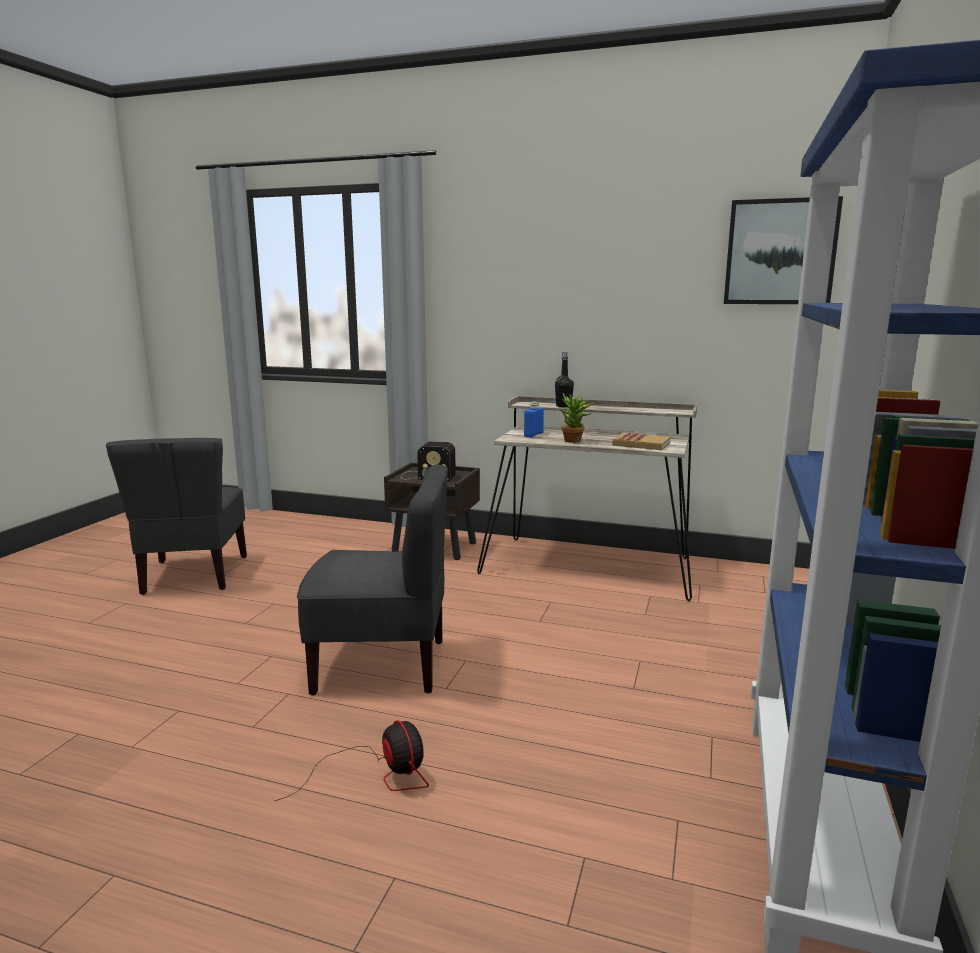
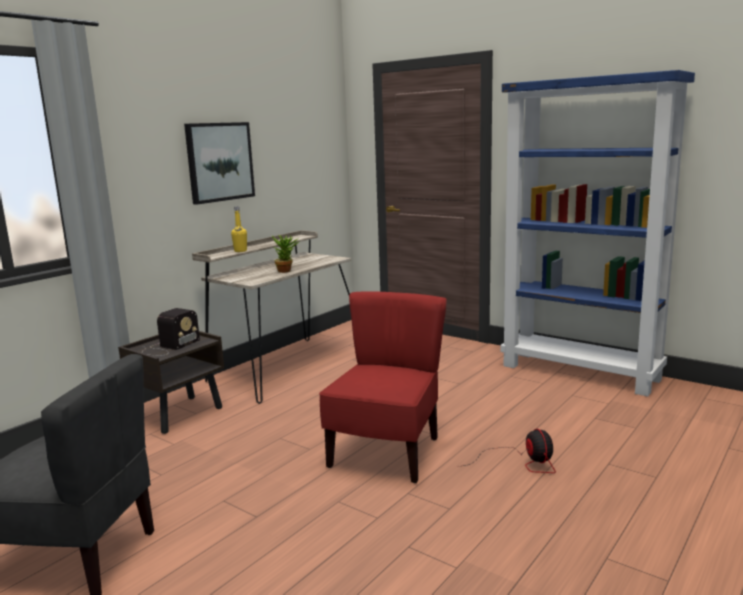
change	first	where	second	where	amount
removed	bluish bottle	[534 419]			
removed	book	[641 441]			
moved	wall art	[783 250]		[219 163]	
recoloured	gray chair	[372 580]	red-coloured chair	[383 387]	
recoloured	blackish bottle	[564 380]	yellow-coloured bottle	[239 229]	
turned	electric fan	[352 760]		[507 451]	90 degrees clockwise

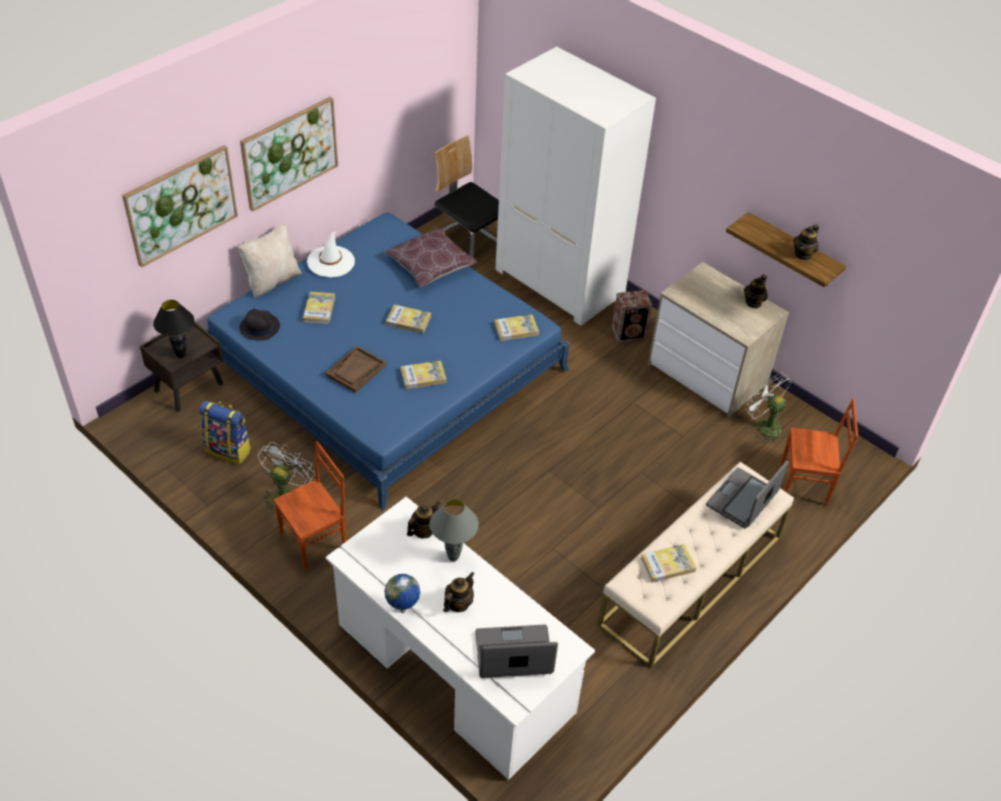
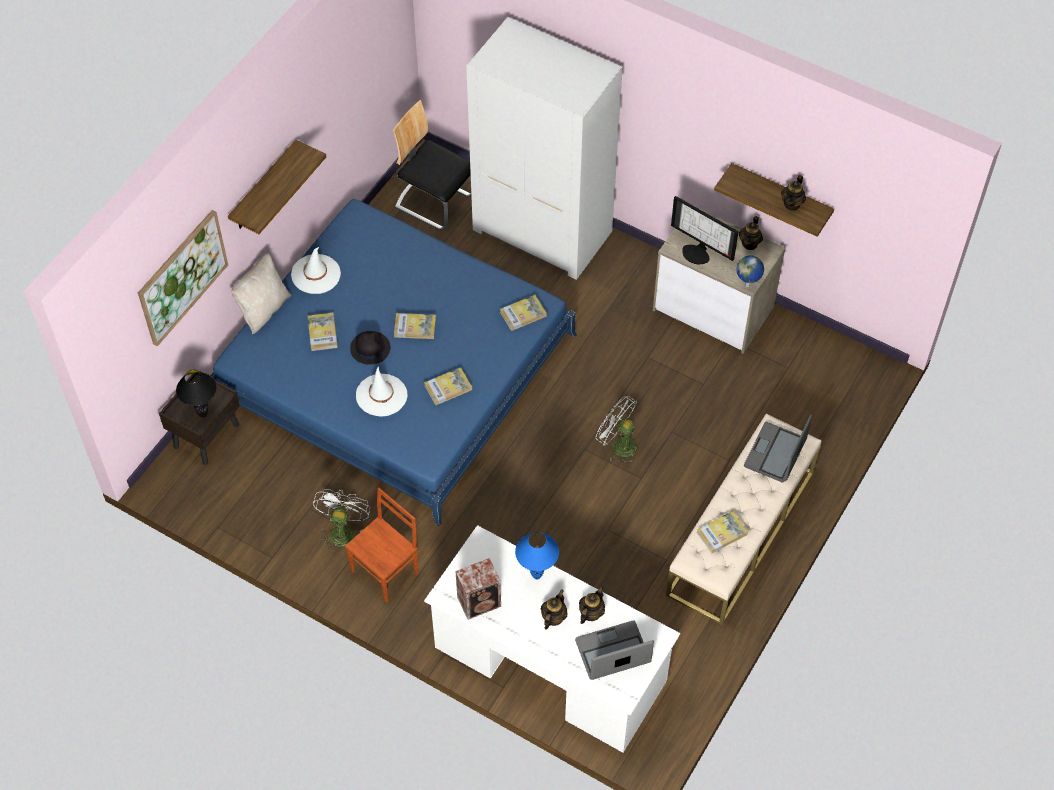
change	first	where	second	where	amount
removed	backpack	[225 433]			
removed	brown-coloured throw pillow	[431 257]			
removed	brown-coloured chair	[819 452]			
added			monitor	[704 230]	
moved	blackish clothing hat	[259 325]		[370 348]	
moved	world globe	[402 593]		[750 271]	
moved	teapot	[423 519]		[592 605]	
moved	loudspeaker	[632 316]		[478 589]	
moved	white-coloured electric fan	[768 407]		[617 430]	
replaced	wall art	[289 154]	bracket shelf	[277 187]	
replaced	brown-coloured carrying tray	[355 369]	white-coloured clothing hat	[381 391]	
recoloured	gray lamp for a table	[454 530]	bluish lamp for a table	[537 555]	

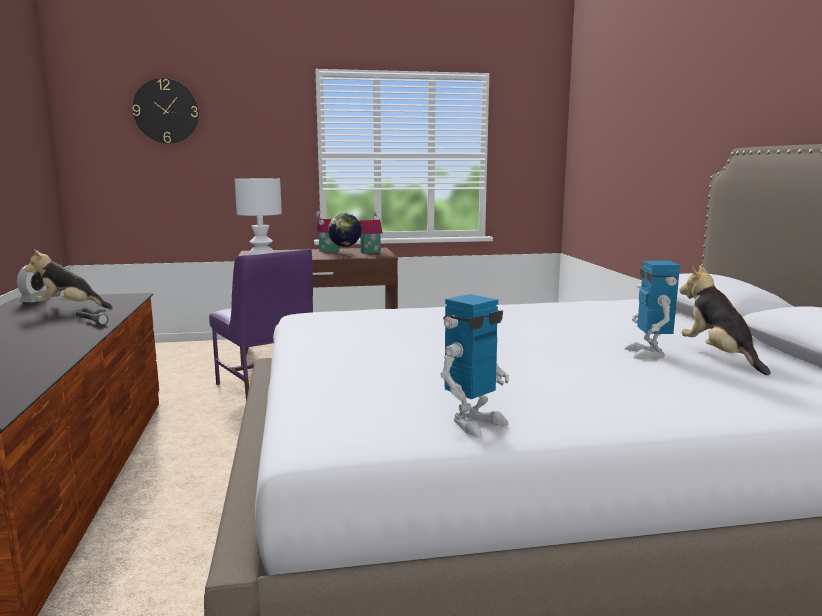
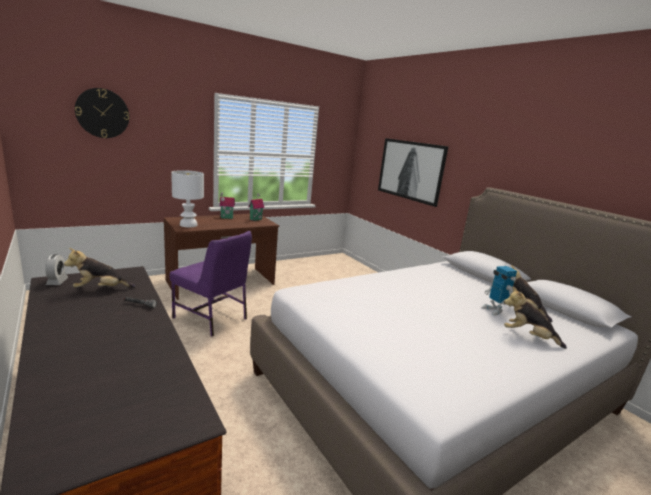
change	first	where	second	where	amount
removed	world globe	[345 235]			
removed	toy robot	[475 365]			
added			wall art	[413 172]	
added			plush toy	[535 318]	

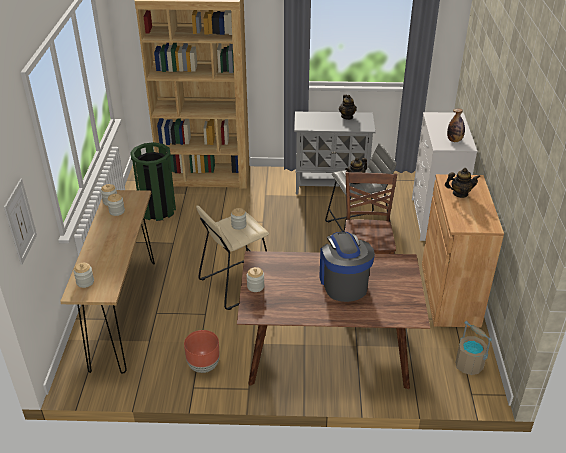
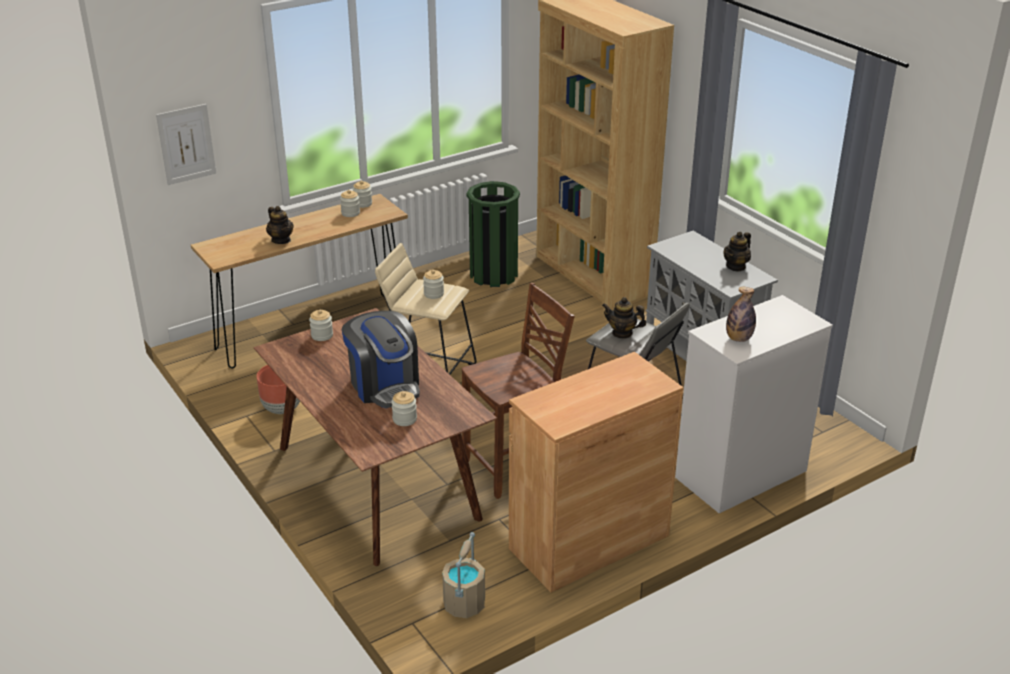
change	first	where	second	where	amount
moved	jar	[83 275]		[404 408]	
moved	teapot	[463 183]		[280 225]	
turned	coffee brewer	[347 267]		[381 359]	105 degrees clockwise

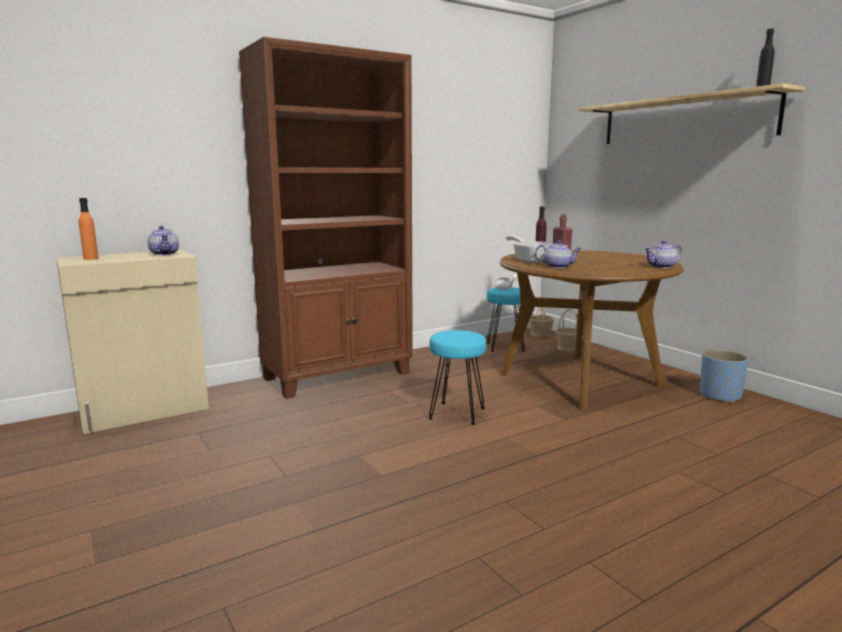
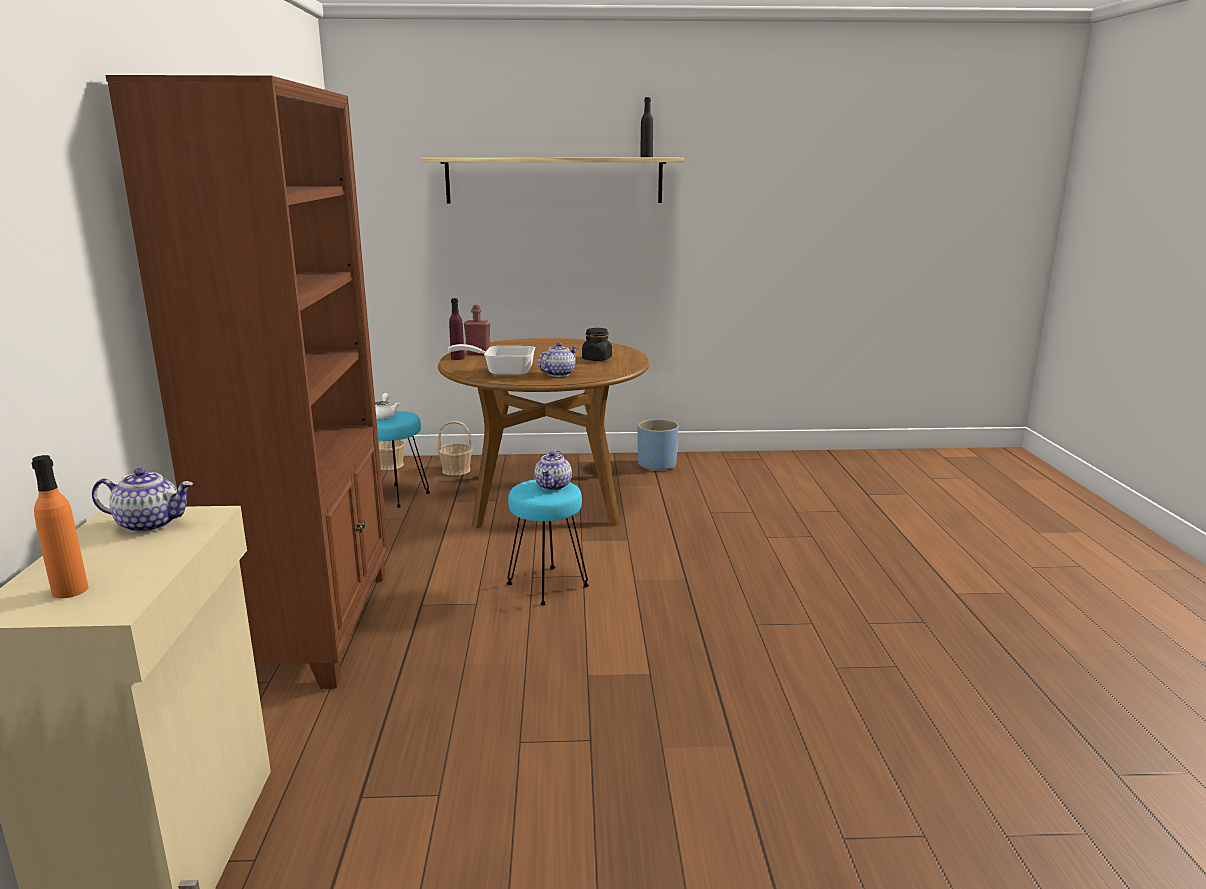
change	first	where	second	where	amount
added			blackish jar	[597 344]	
moved	teapot	[663 254]		[553 470]	

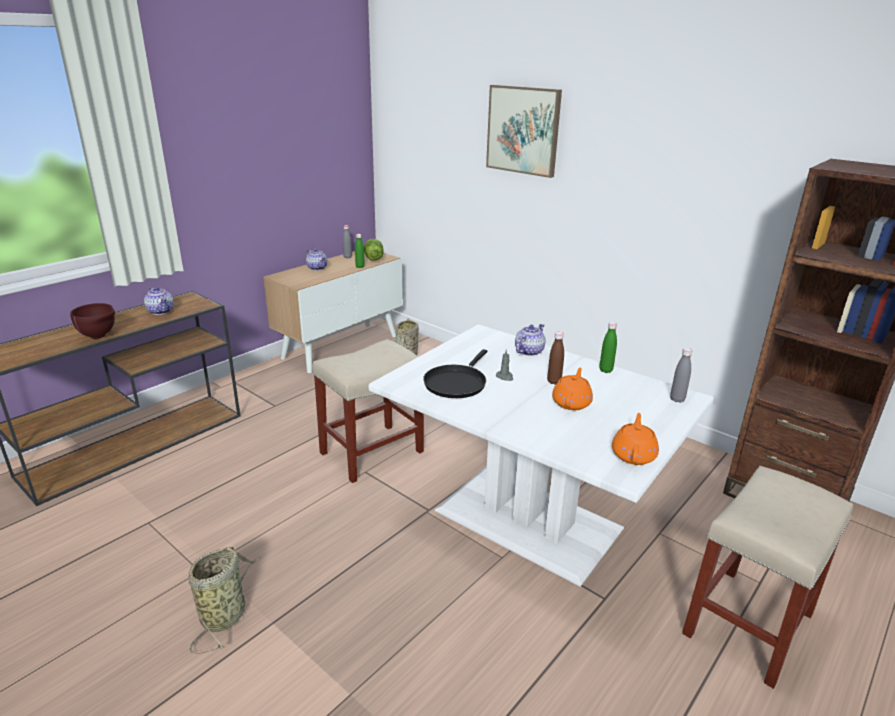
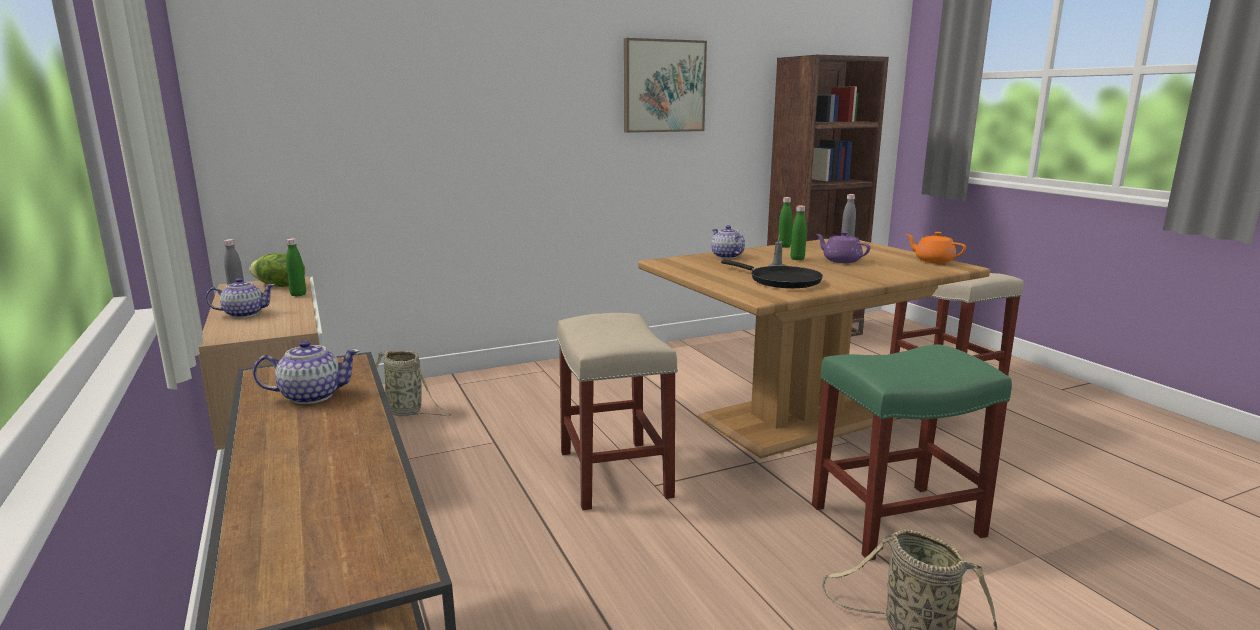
change	first	where	second	where	amount
removed	brown-coloured deep dish	[92 321]			
added			green stool seat	[912 452]	
moved	wall art	[524 131]		[665 85]	
recoloured	white-coloured dinner table	[541 456]	brown-coloured dinner table	[814 349]	
recoloured	brown-coloured bottle	[555 358]	green bottle	[798 232]	
recoloured	orangey teapot	[572 389]	purple-coloured teapot	[843 247]	

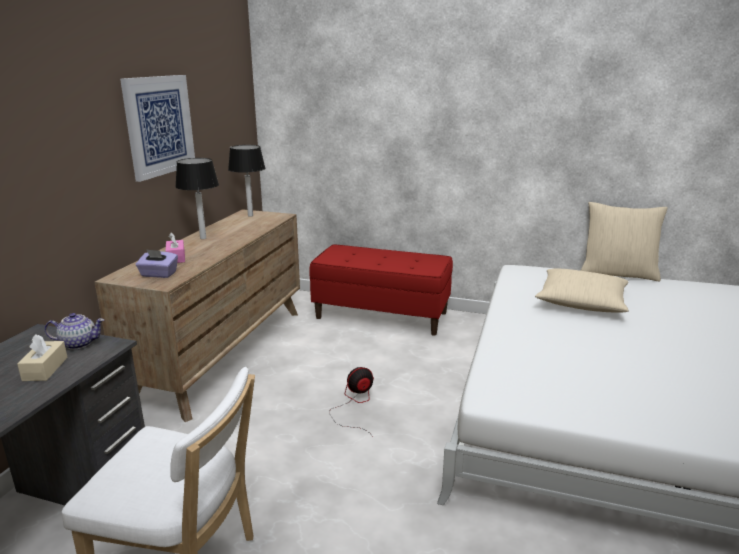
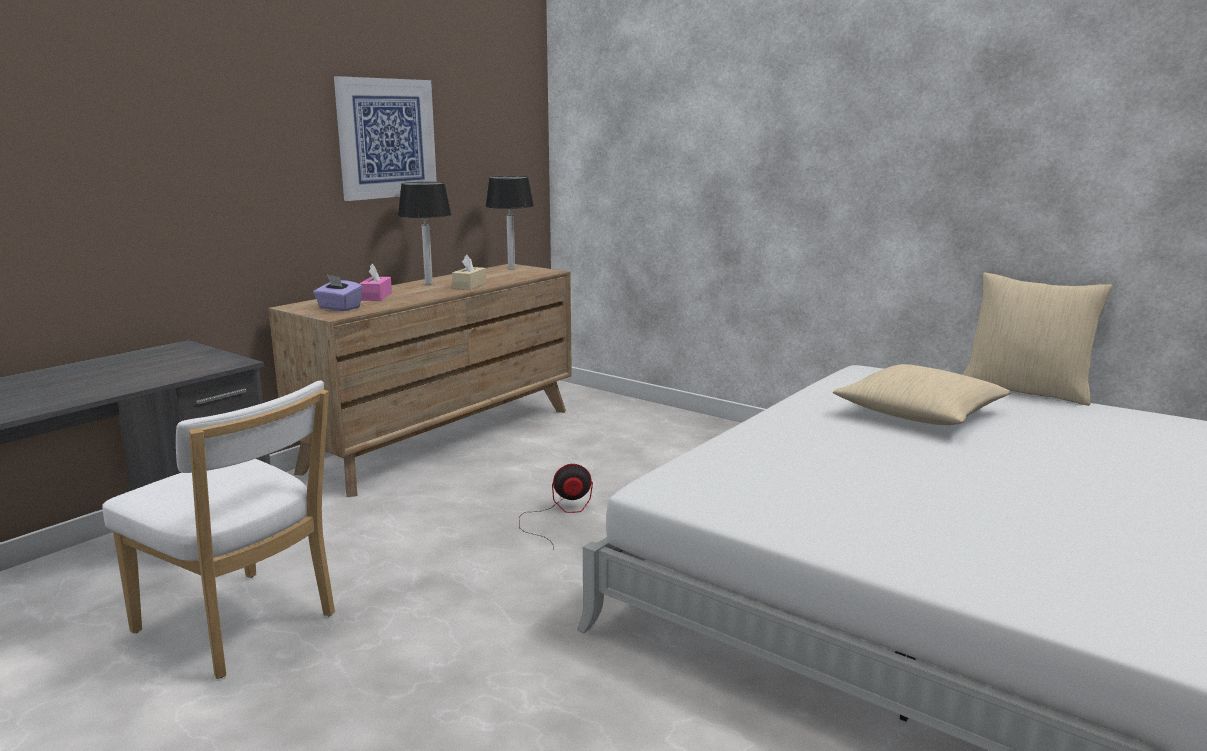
change	first	where	second	where	amount
removed	teapot	[75 331]			
removed	red-coloured bench	[381 290]			
moved	beige tissue holder	[42 357]		[469 272]	

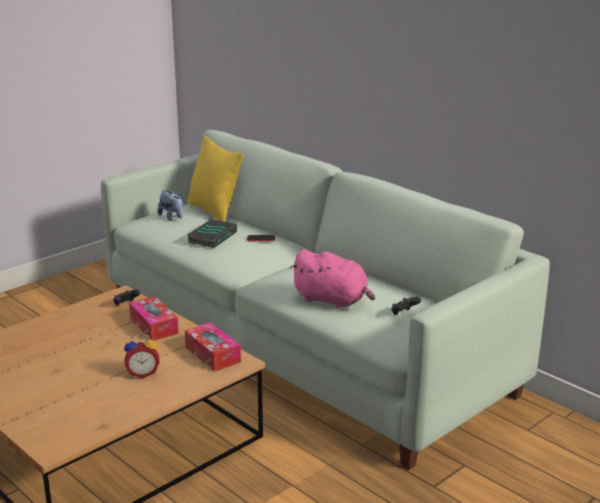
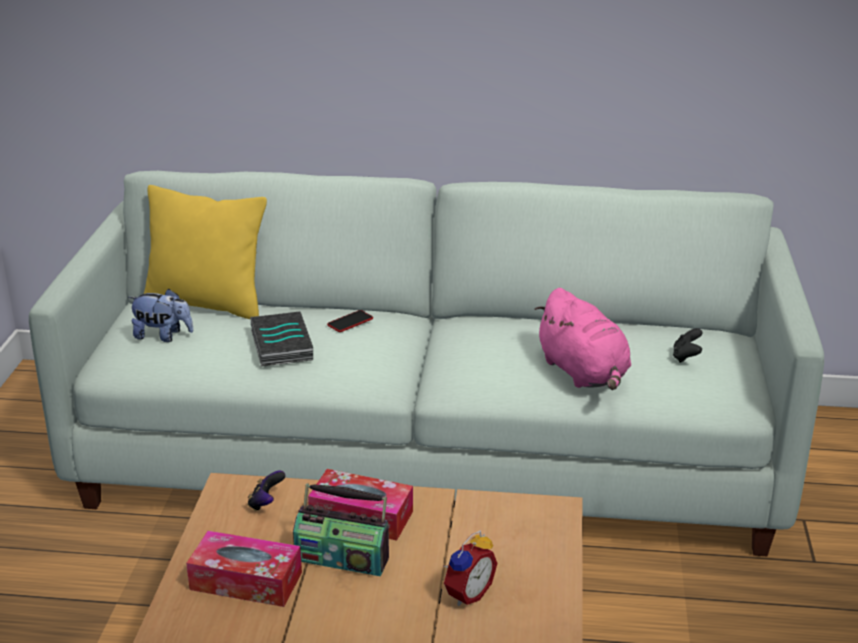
change	first	where	second	where	amount
added			radio receiver	[341 529]	
moved	tissue holder	[213 346]		[244 569]	
turned	pink plush toy	[332 279]		[583 339]	75 degrees clockwise

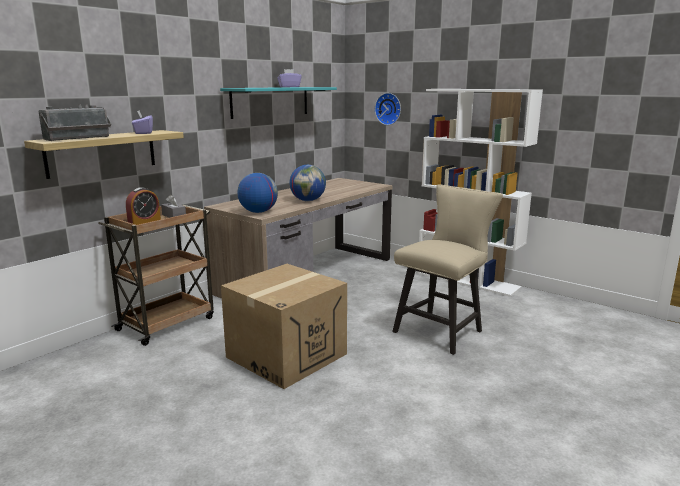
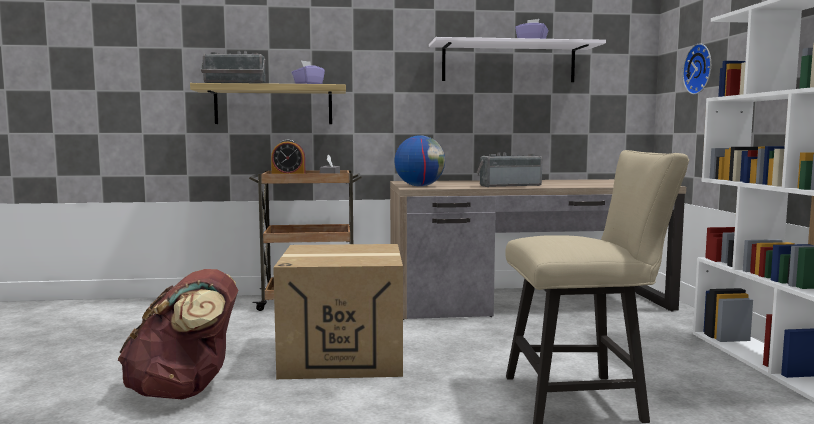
change	first	where	second	where	amount
added			brown-coloured backpack	[178 334]	
replaced	world globe	[307 183]	radio receiver	[509 169]	
recoloured	blue-green bracket shelf	[278 103]	white-coloured bracket shelf	[517 59]	

